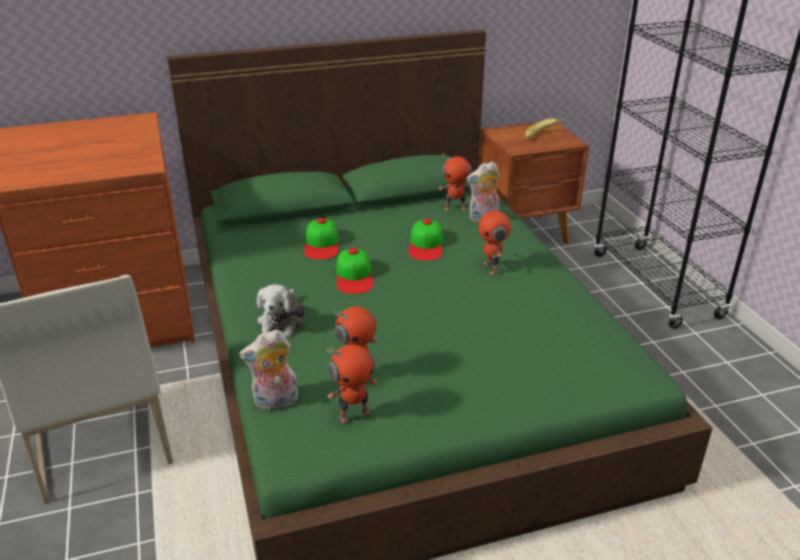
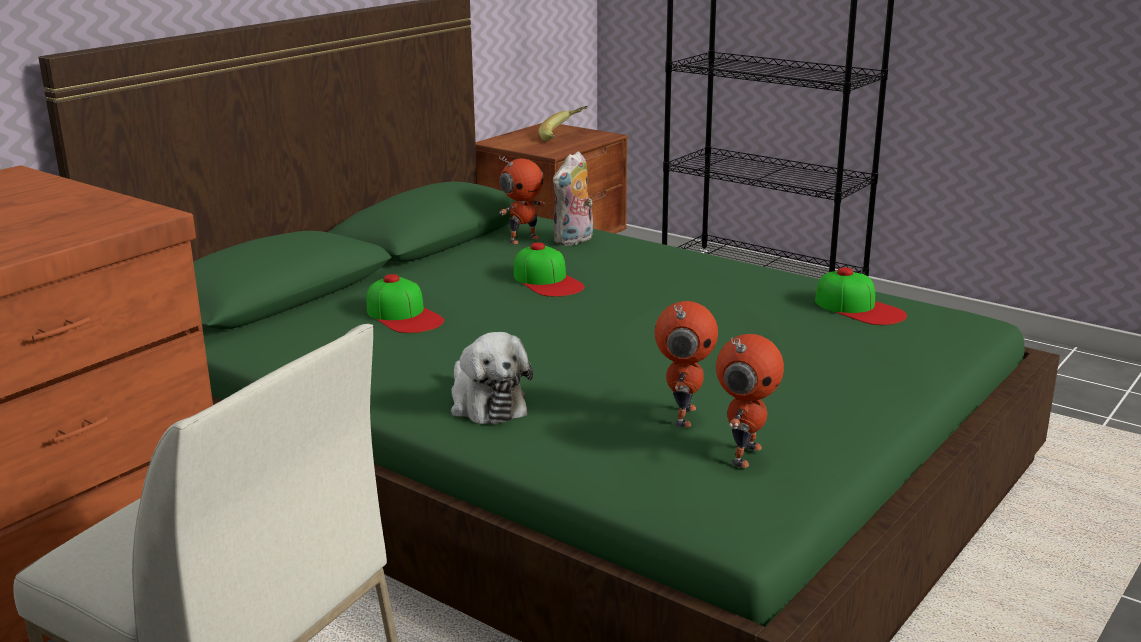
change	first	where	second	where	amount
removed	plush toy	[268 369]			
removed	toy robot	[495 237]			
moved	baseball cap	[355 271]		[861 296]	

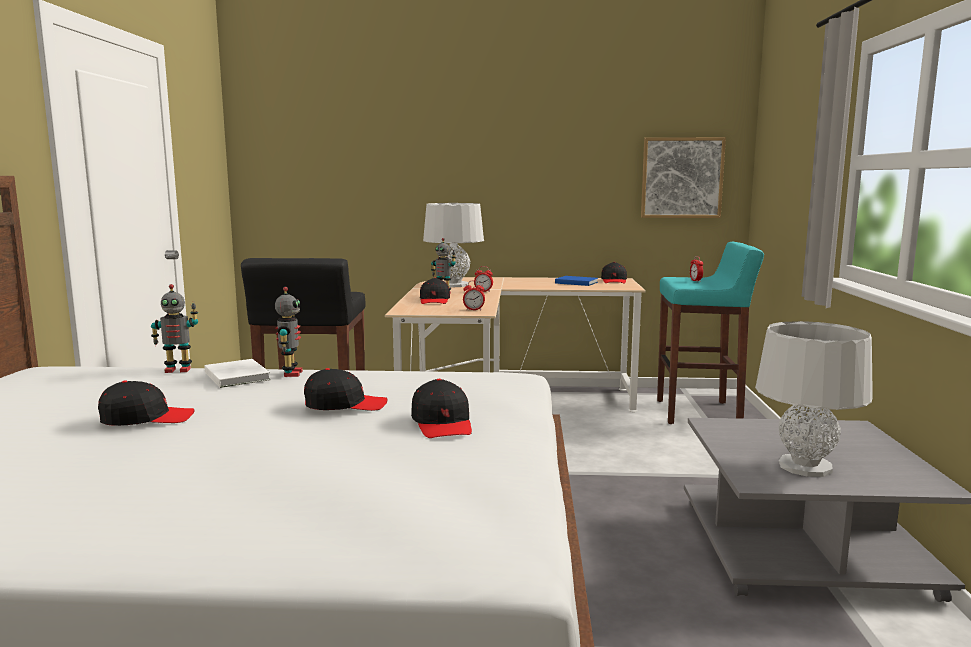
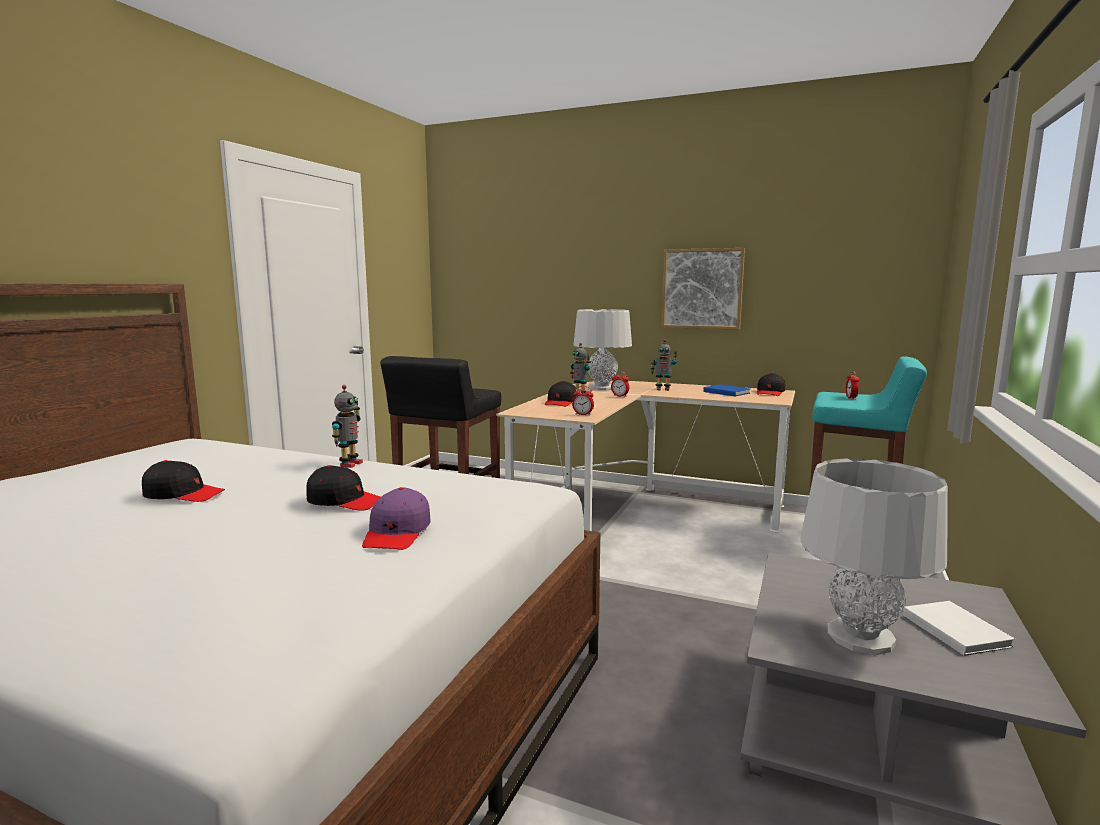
change	first	where	second	where	amount
moved	toy robot	[174 328]		[664 365]	
moved	white-coloured book	[238 373]		[959 628]	
moved	wall art	[683 177]		[703 288]	
recoloured	blackish baseball cap	[441 408]	purple-coloured baseball cap	[396 518]	

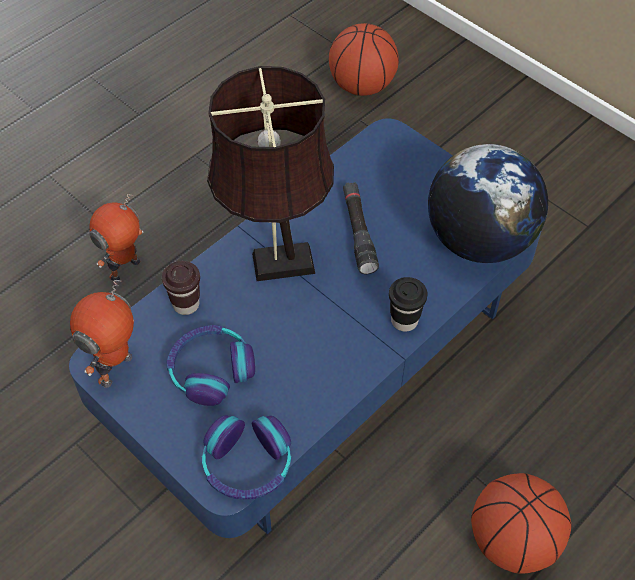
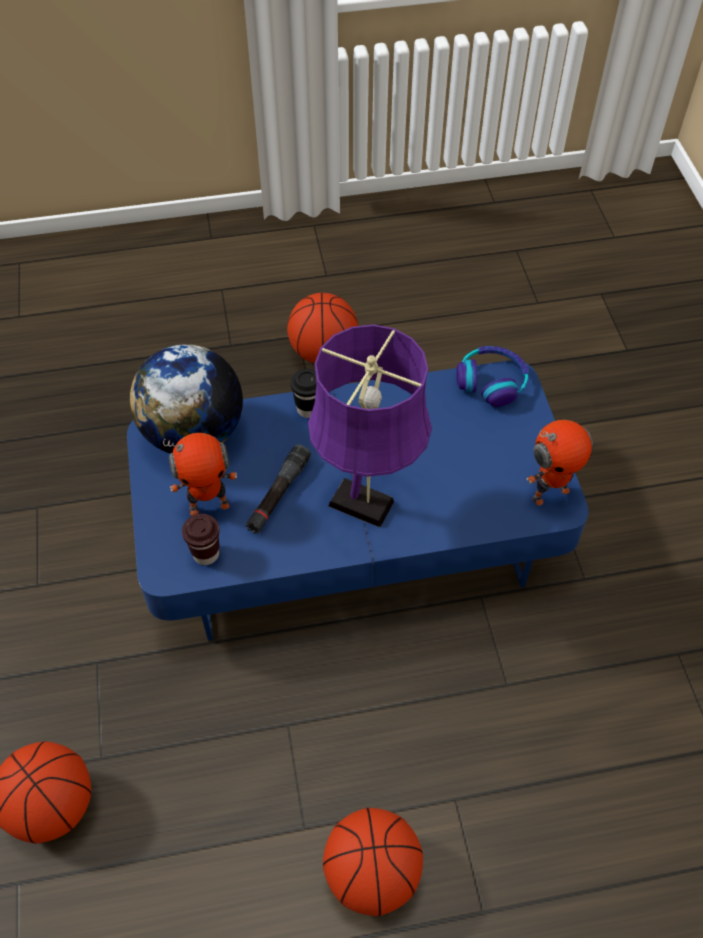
change	first	where	second	where	amount
removed	headphones	[211 365]			
added			basketball ball	[373 862]	
moved	toy robot	[116 238]		[200 474]	
moved	brown-coloured drinking cup	[181 288]		[201 539]	
recoloured	brown-coloured lamp for a table	[270 173]	purple-coloured lamp for a table	[370 425]	

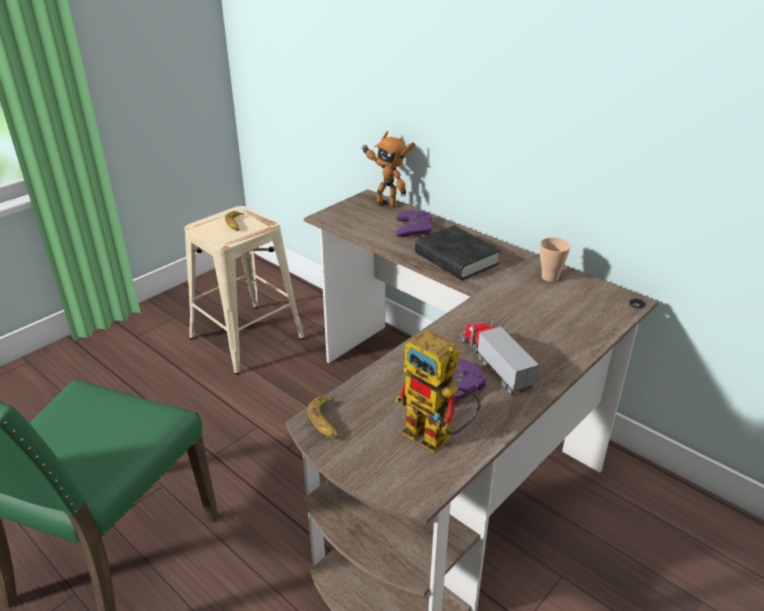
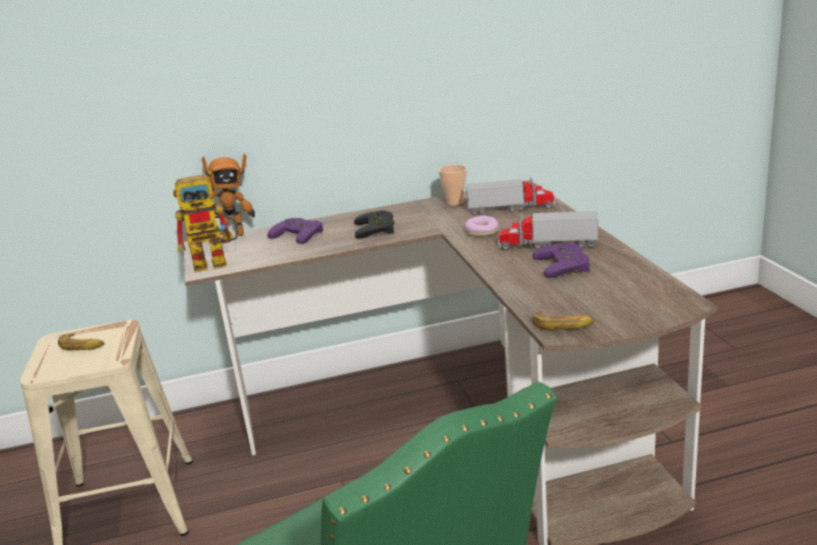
change	first	where	second	where	amount
added			ring doughnut	[481 226]	
added			model truck	[510 196]	
moved	toy robot	[438 391]		[205 221]	
replaced	blackish book	[458 252]	blackish joypad	[374 224]	

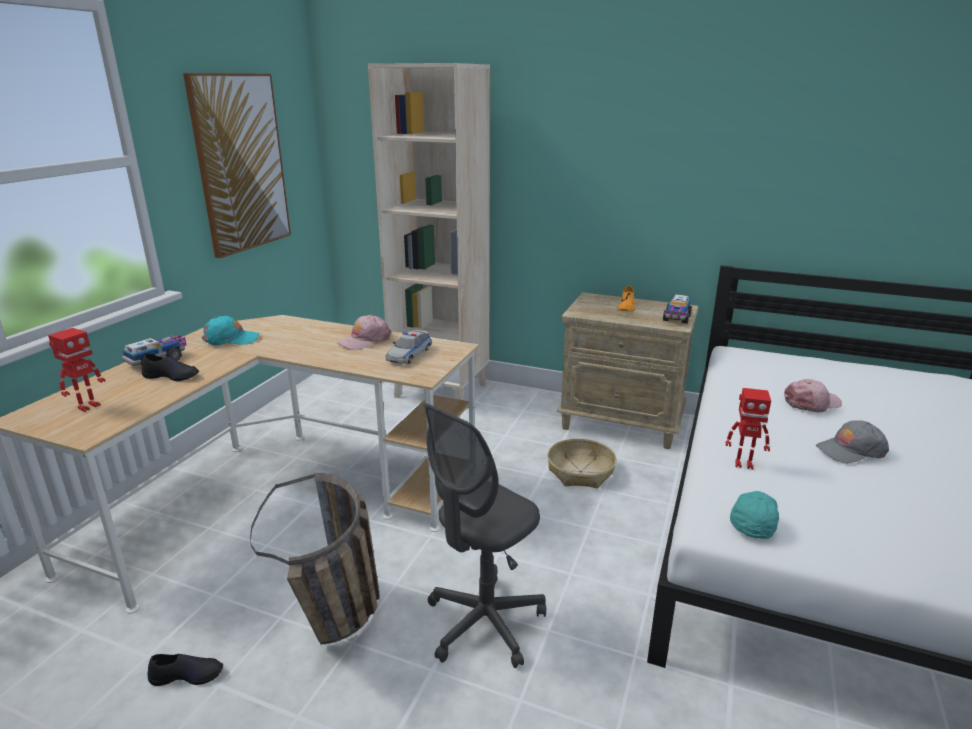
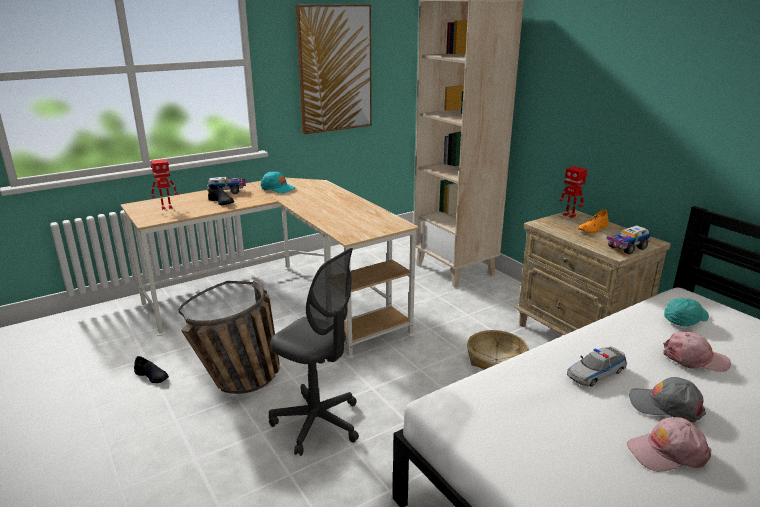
change	first	where	second	where	amount
moved	pink baseball cap	[364 332]		[669 444]	
moved	miniature car	[409 347]		[597 367]	
moved	toy robot	[748 428]		[573 192]	
moved	blue-green baseball cap	[754 515]		[686 312]	
turned	gray office chair	[485 535]		[314 352]	135 degrees counterclockwise

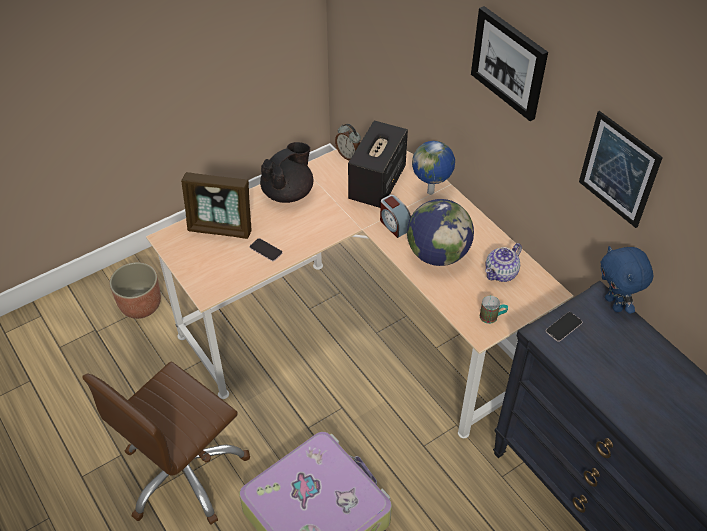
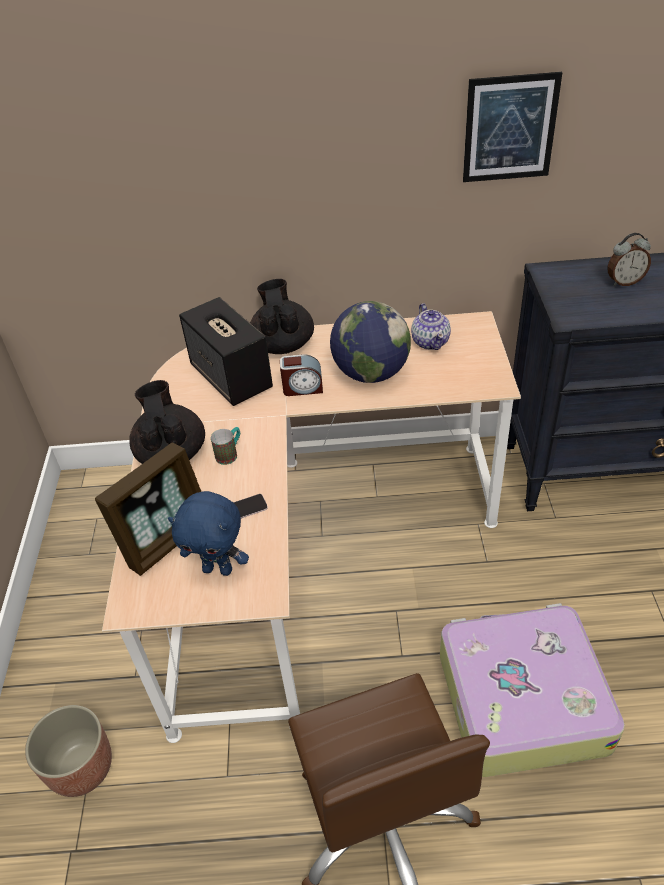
change	first	where	second	where	amount
removed	wall art	[509 63]			
removed	telephone	[564 327]			
moved	alarm clock	[348 142]		[629 259]	
moved	tea mug	[494 310]		[225 446]	
moved	bluish plush toy	[627 280]		[208 533]	
replaced	world globe	[433 168]	blackish teapot	[282 316]	

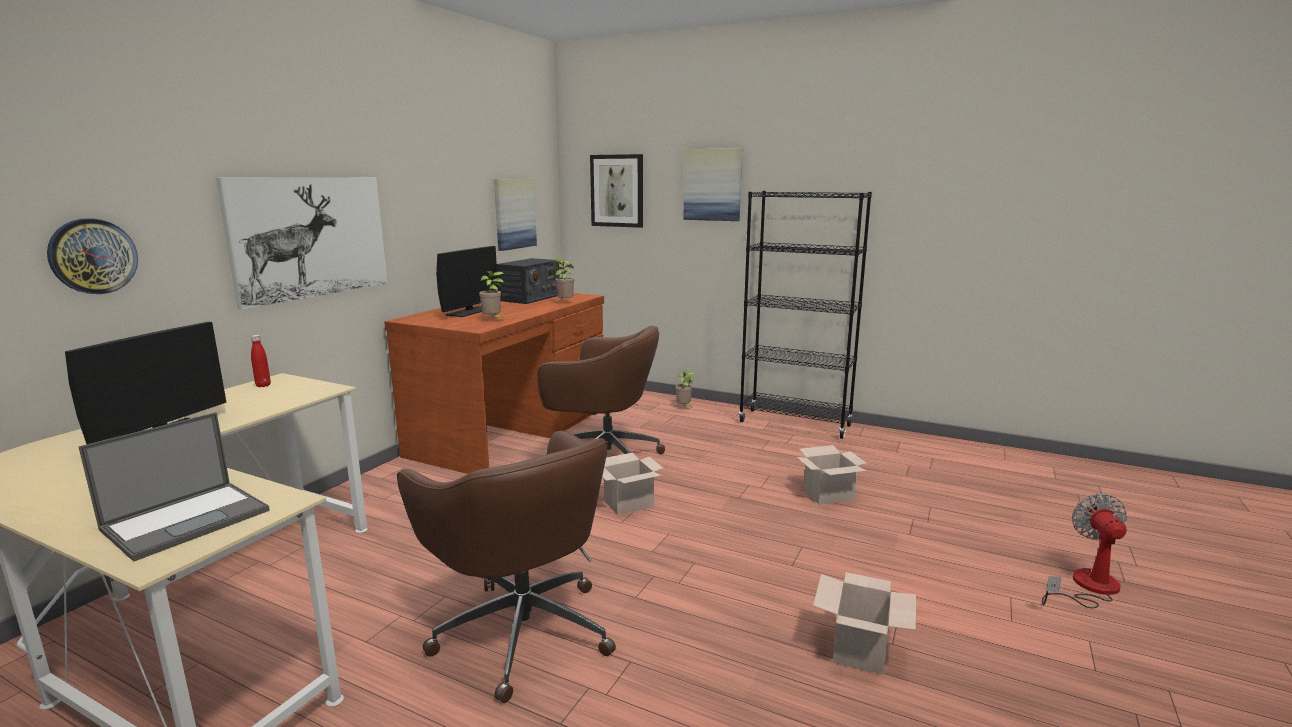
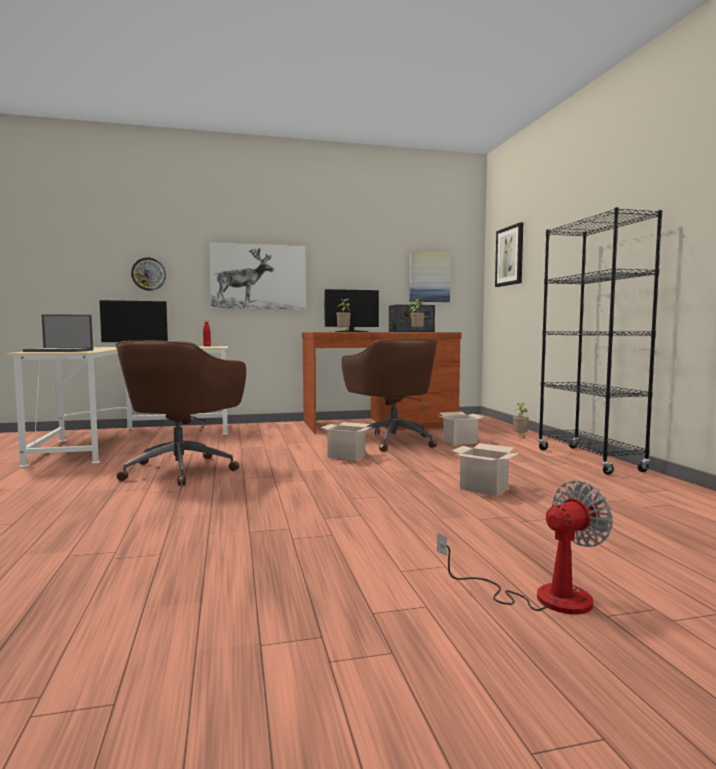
change	first	where	second	where	amount
removed	wall art	[712 184]			
moved	cardboard box	[864 623]		[461 428]	

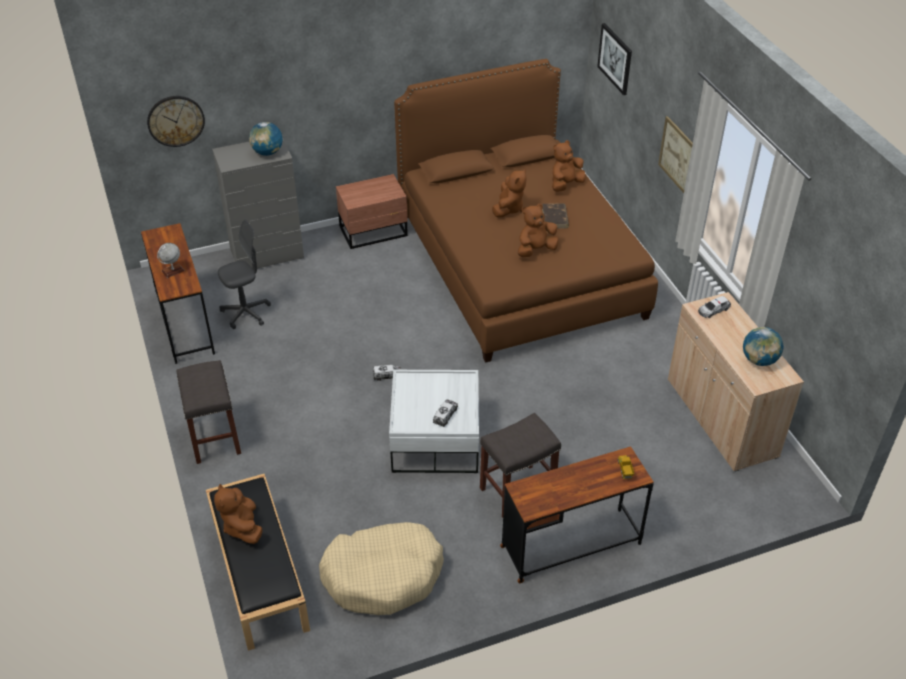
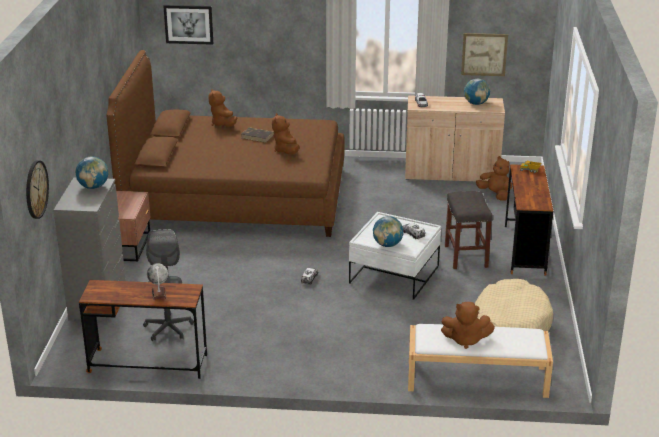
change	first	where	second	where	amount
removed	gray stool seat	[208 412]			
added			world globe	[388 231]	
moved	brown-coloured plush toy	[509 193]		[494 178]	
moved	wall art	[675 154]		[484 54]	
recoloured	blackish bench	[258 562]	white-coloured bench	[480 361]	

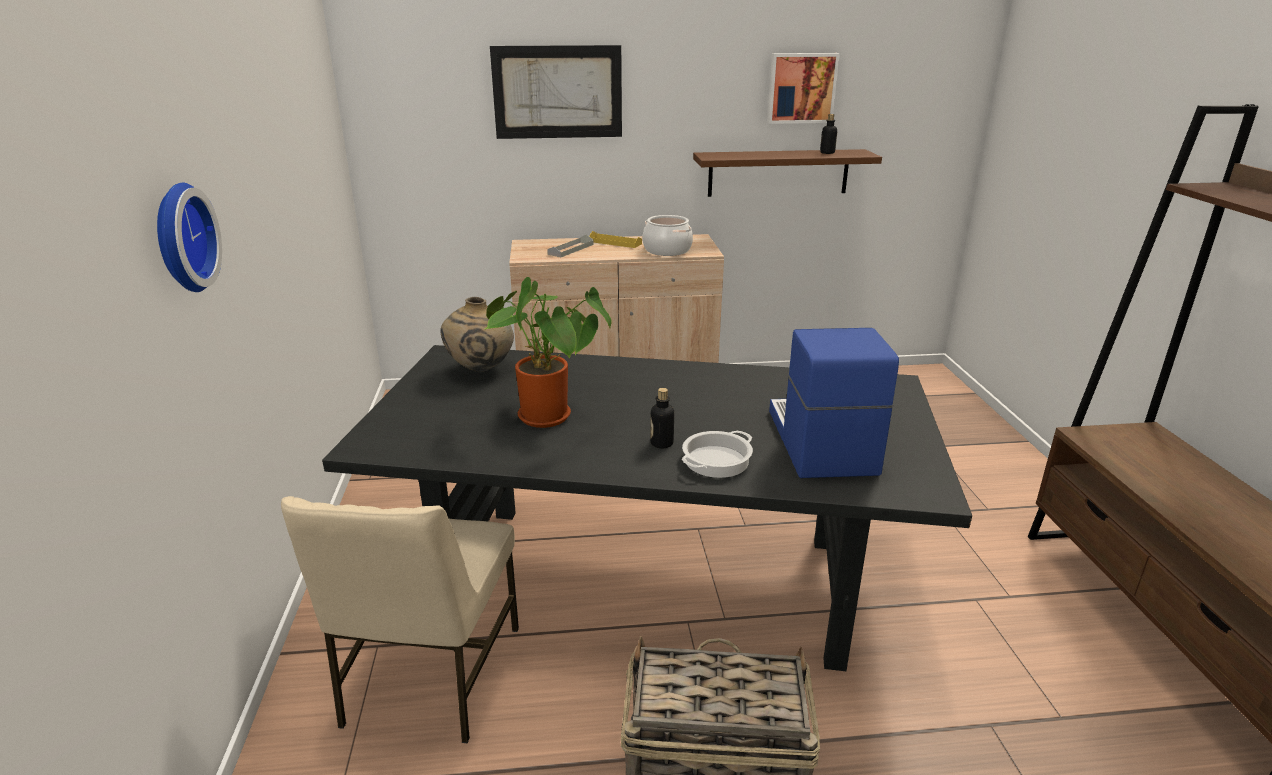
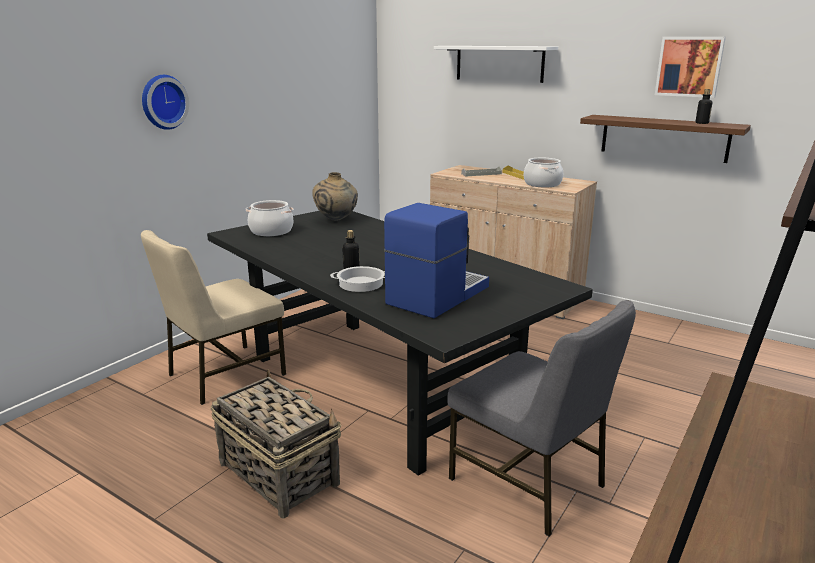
change	first	where	second	where	amount
removed	houseplant	[548 352]			
added			stockpot	[270 218]	
added			gray chair	[541 418]	
replaced	wall art	[556 92]	white-coloured bracket shelf	[496 64]	

